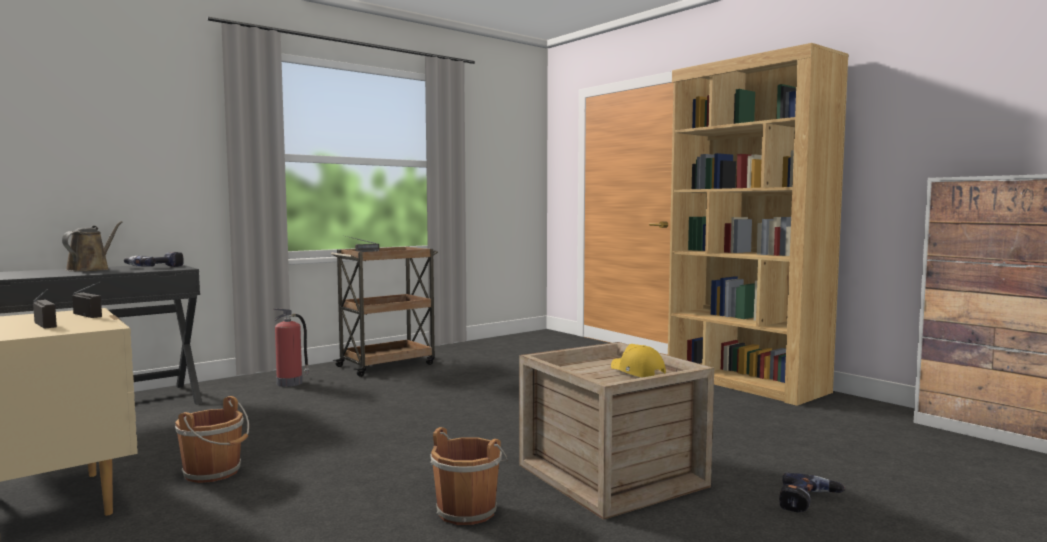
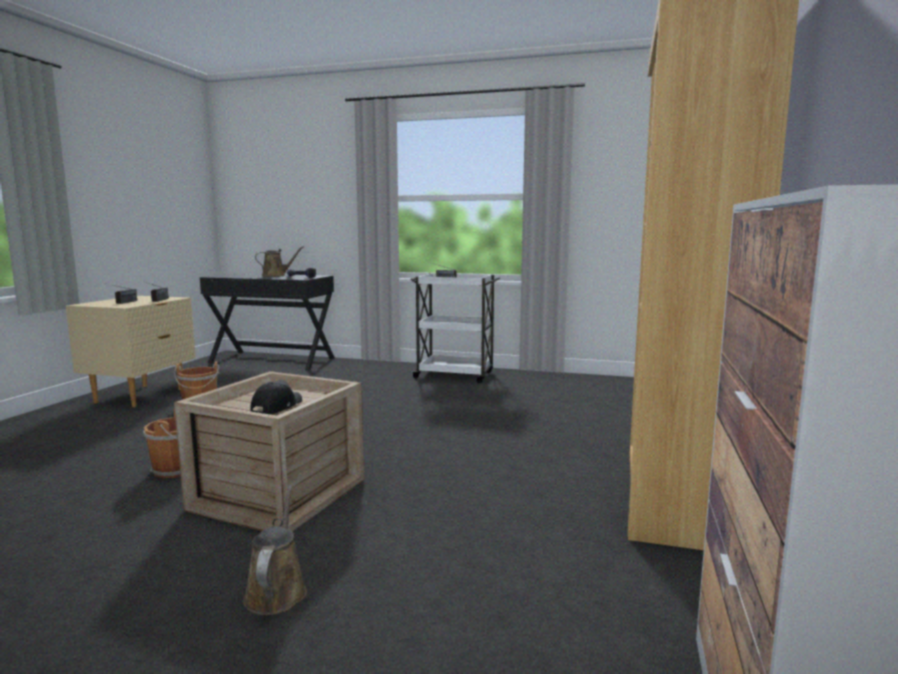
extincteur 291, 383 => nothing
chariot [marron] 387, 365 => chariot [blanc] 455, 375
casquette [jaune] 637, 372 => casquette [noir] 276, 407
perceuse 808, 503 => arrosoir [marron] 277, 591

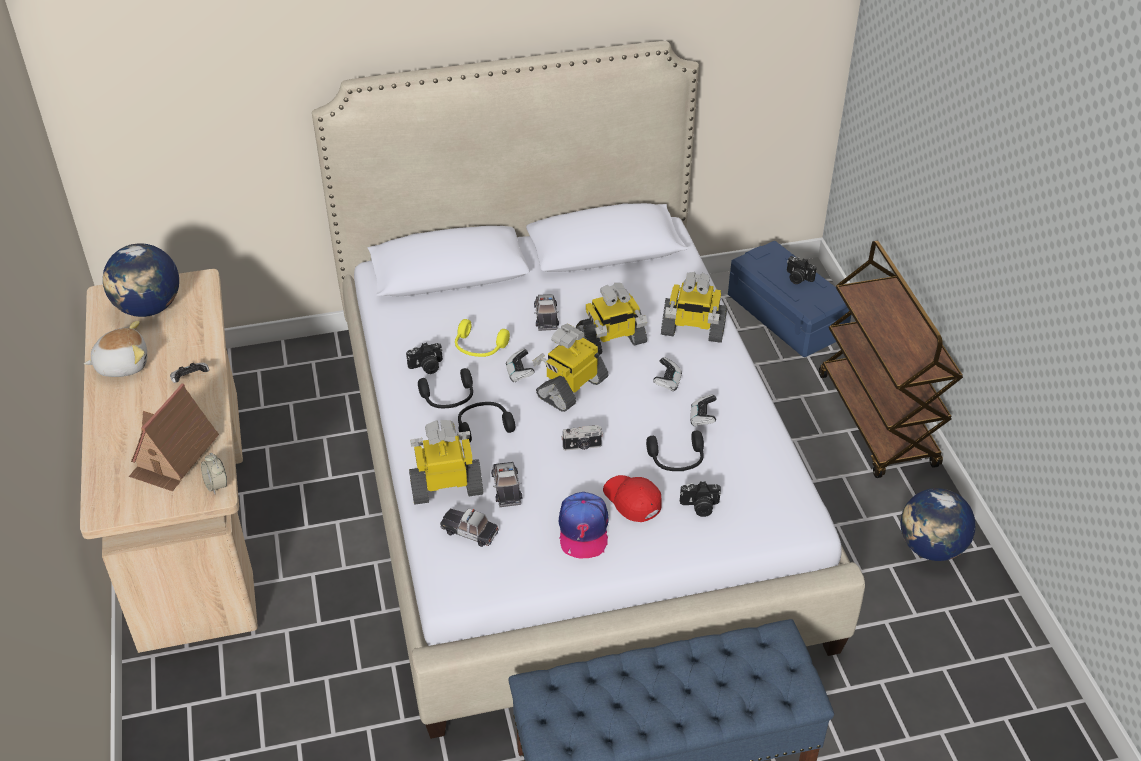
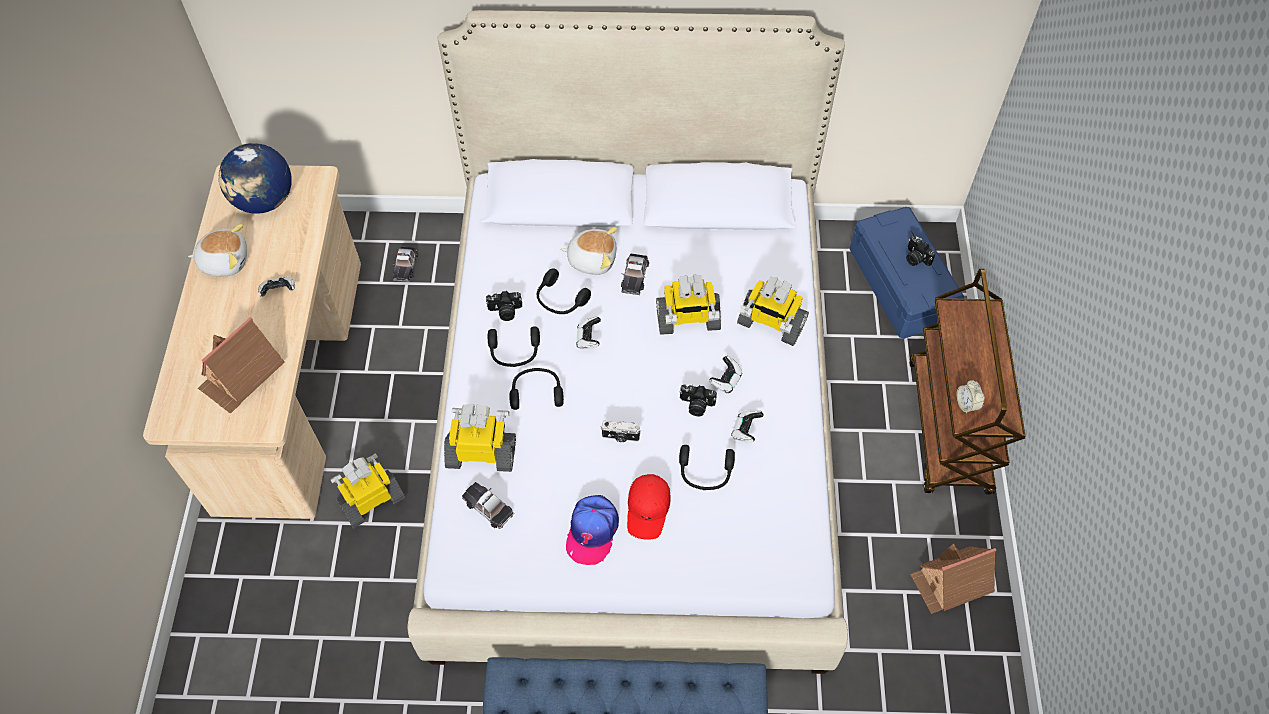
réveil 216, 485 => réveil 966, 404, moved
casque audio [jaune] 479, 348 => casque audio [noir] 560, 300
petite voiture 506, 488 => petite voiture 405, 266, moved
robot jouet 571, 387 => robot jouet 371, 500, moved
casquette [rouge] 632, 500 => casquette [rouge] 648, 509, 150 degrees counterclockwise
appareil photo 700, 507 => appareil photo 696, 405, moved
globe 930, 548 => maison miniature 951, 582
nothing => peluche 592, 259

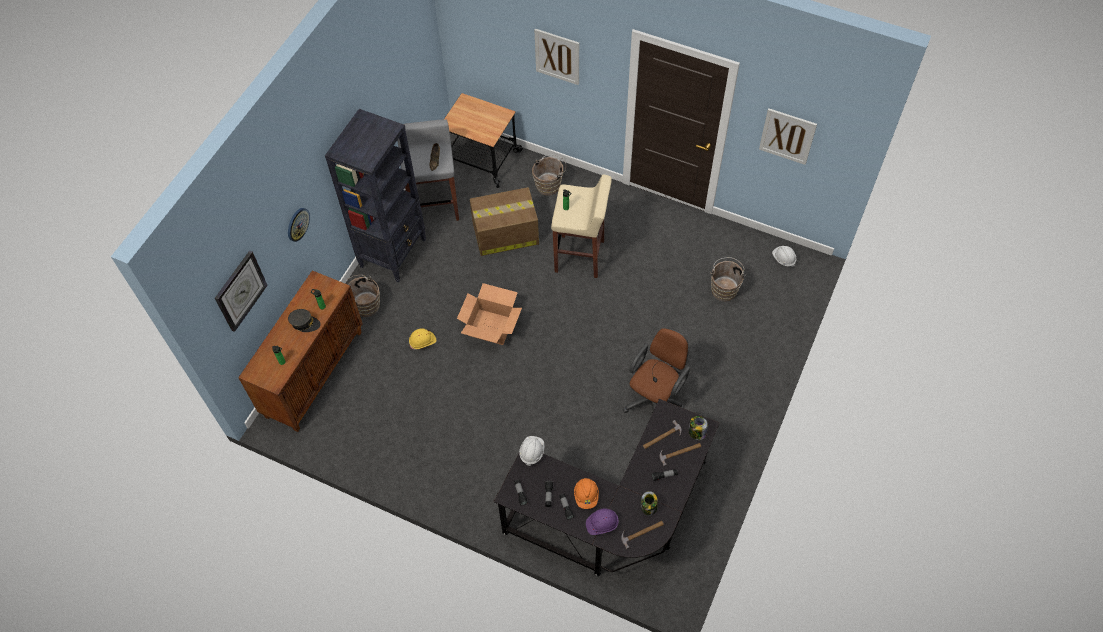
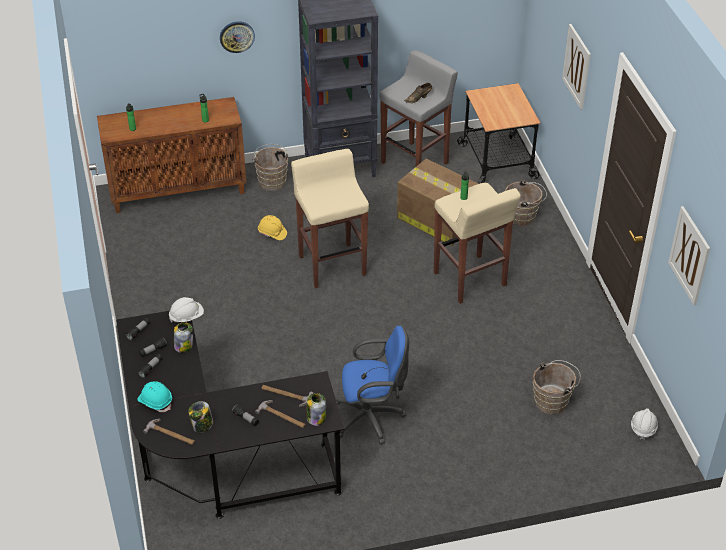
horloge murale 240, 291 => nothing
casquette [gris] 305, 323 => nothing
carton 491, 326 => tabouret [beige] 332, 265
casque de chantier [orange] 586, 496 => nothing
casque de chantier [violet] 602, 524 => casque de chantier [turquoise] 155, 401
chaise de bureau [marron] 655, 399 => chaise de bureau [bleu] 372, 418
nothing => bocal 184, 345

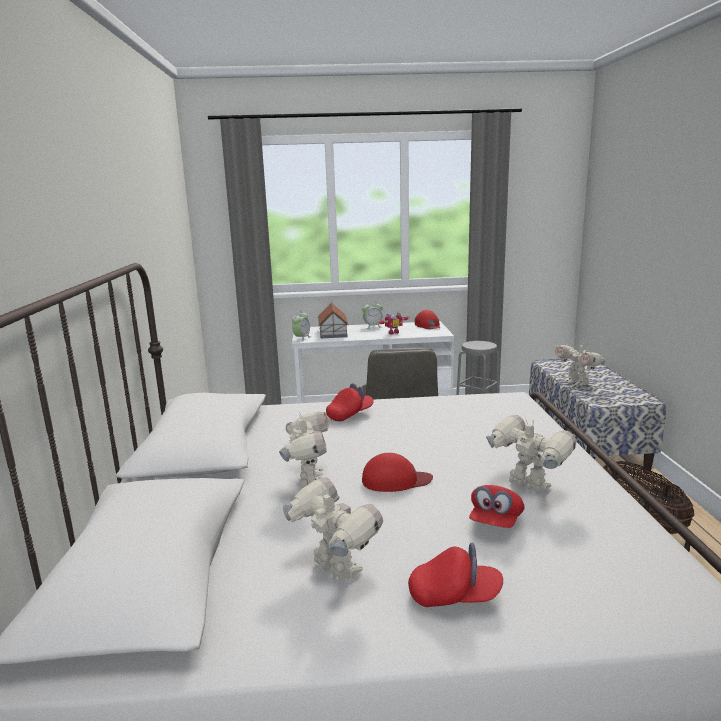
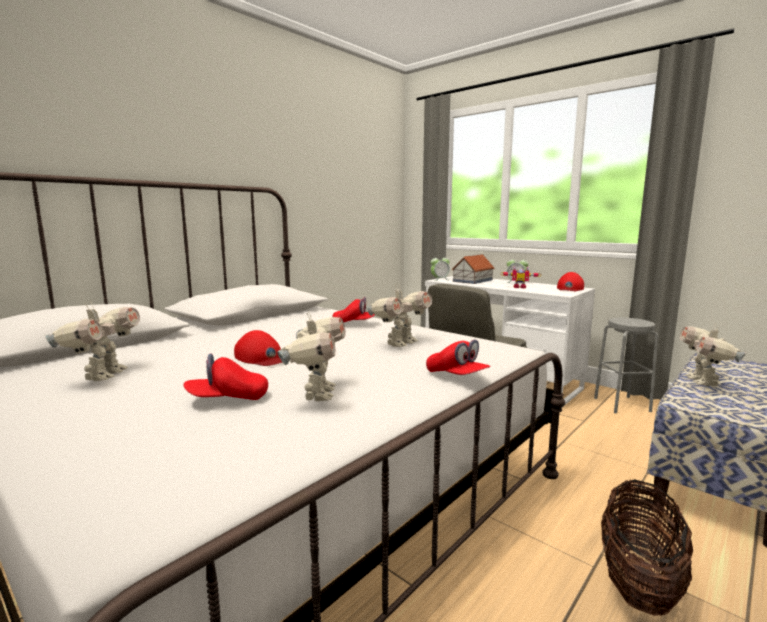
robot jouet 309, 479 => robot jouet 400, 343, moved
casquette [rouge] 454, 596 => casquette [rouge] 456, 376, moved

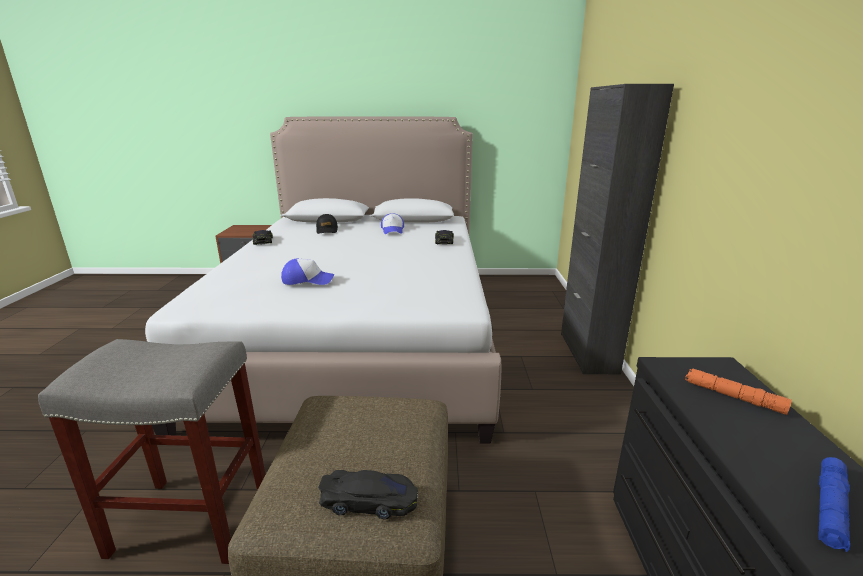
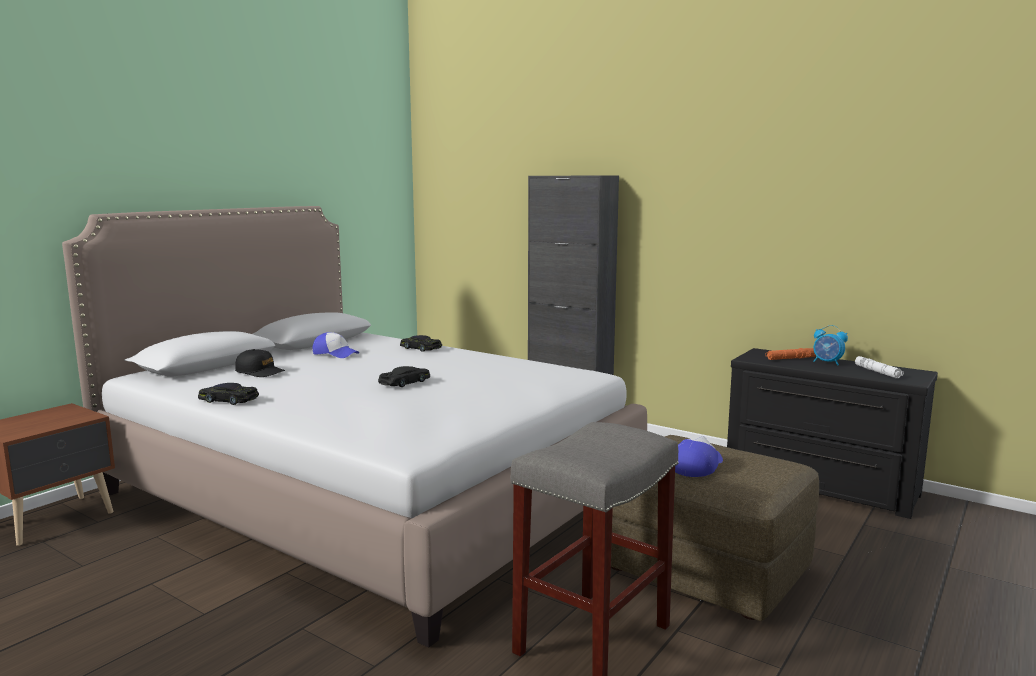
casquette 307, 280 => casquette 697, 465, moved
petite voiture [noir] 369, 500 => petite voiture [noir] 405, 382, moved
lampe de poche [bleu] 830, 509 => lampe de poche [blanc] 877, 372
nothing => réveil 827, 363

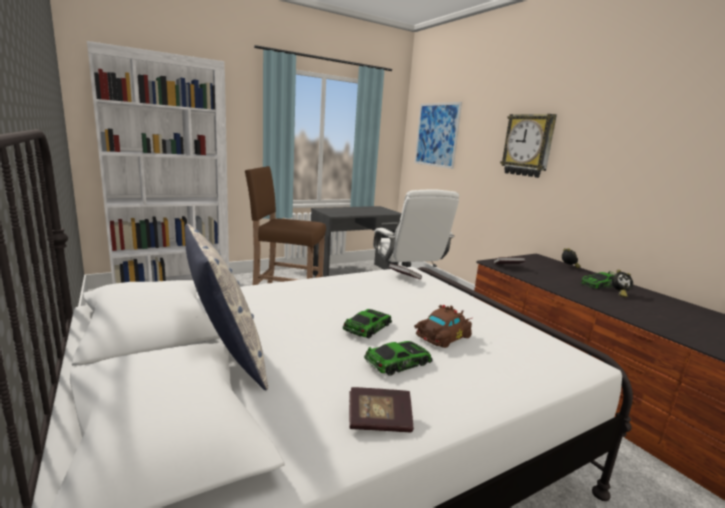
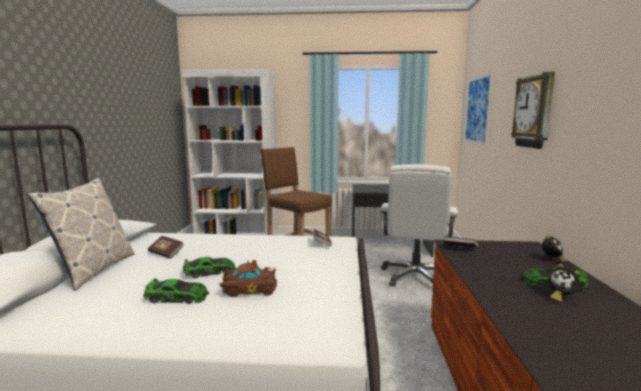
livre 379, 421 => livre 166, 253, moved

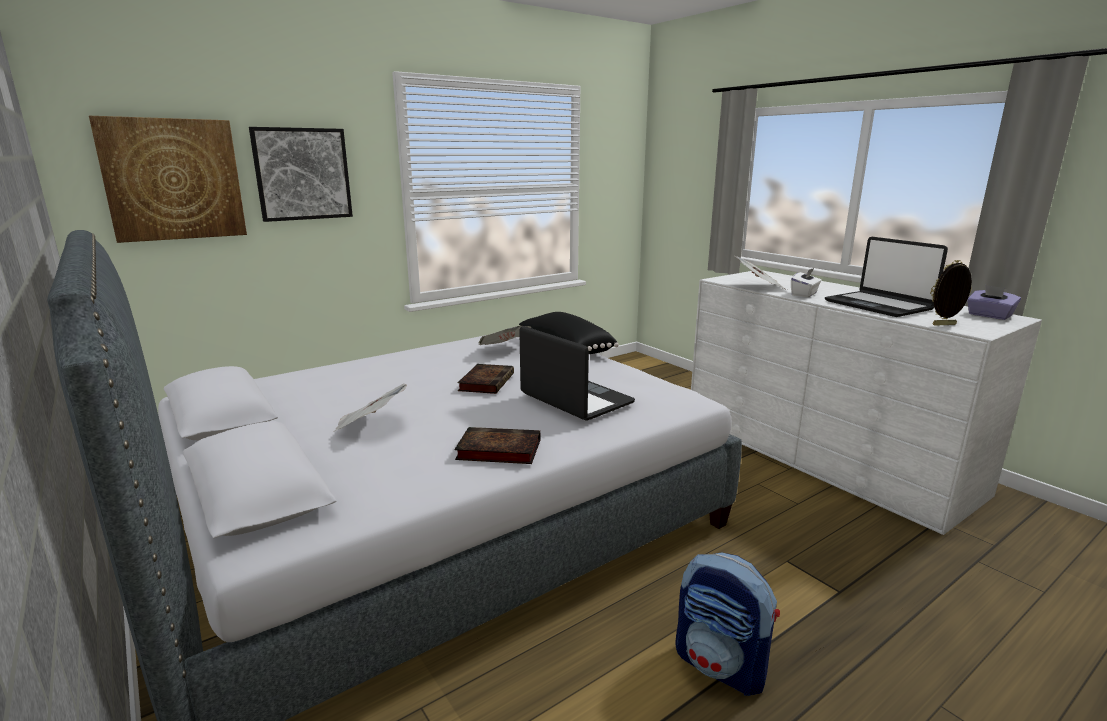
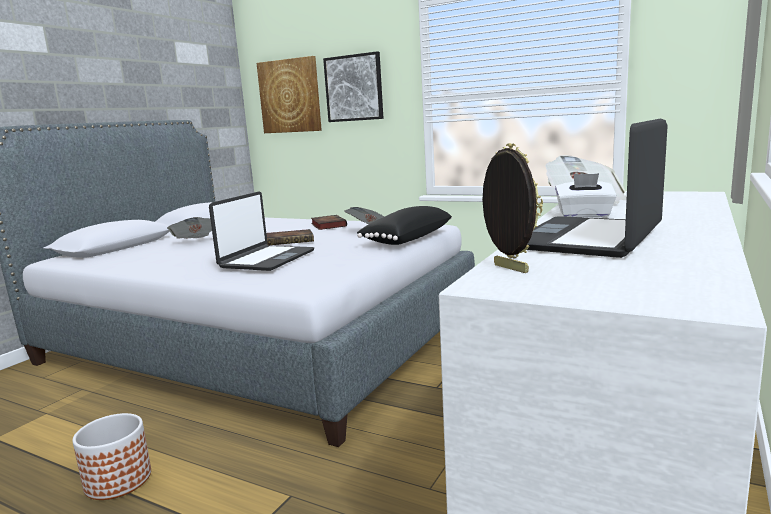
livre 496, 450 => livre 328, 225, moved
sac à dos 721, 665 => cache-pot 118, 481
boîte à mouchoirs [violet] 989, 316 => nothing

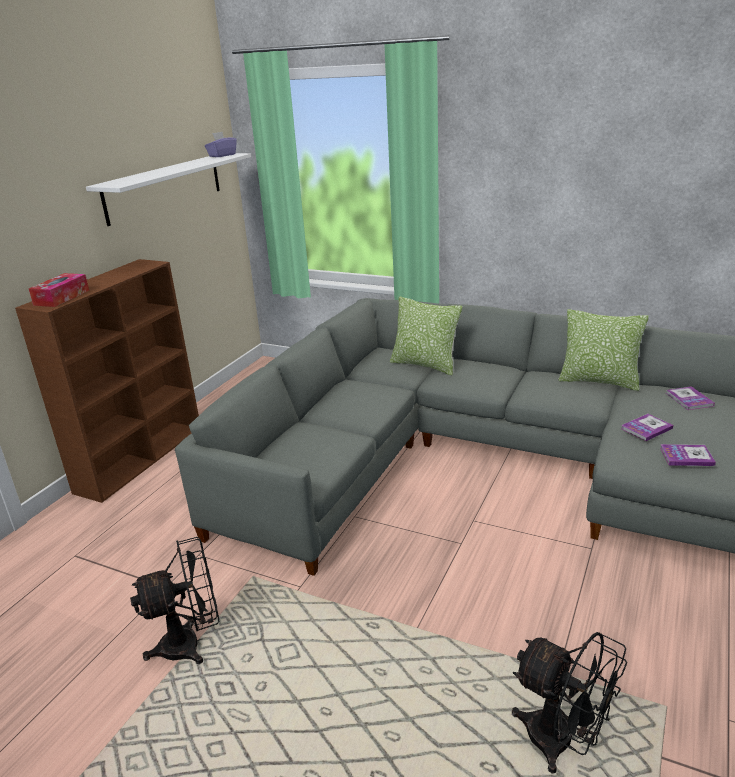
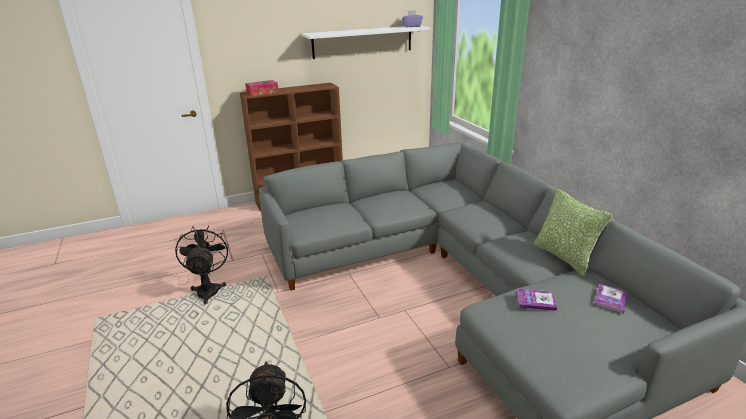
ventilateur [noir] 191, 643 => ventilateur [noir] 208, 289, 120 degrees counterclockwise
coussin 425, 365 => nothing
livre 686, 456 => nothing

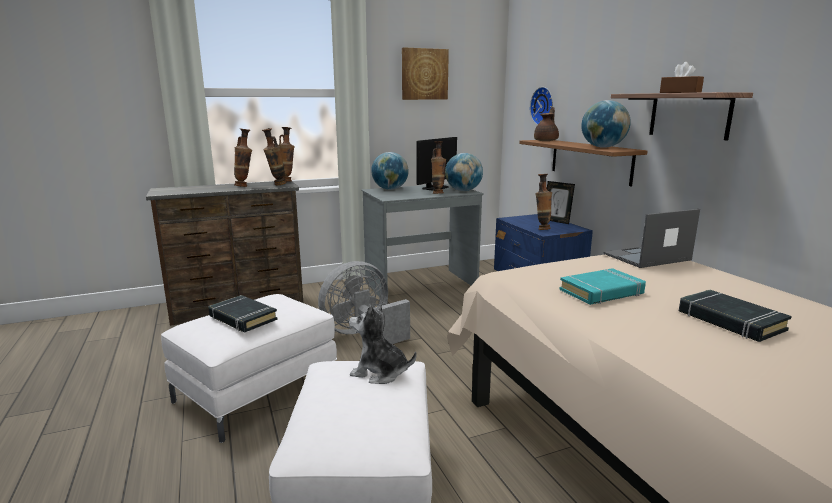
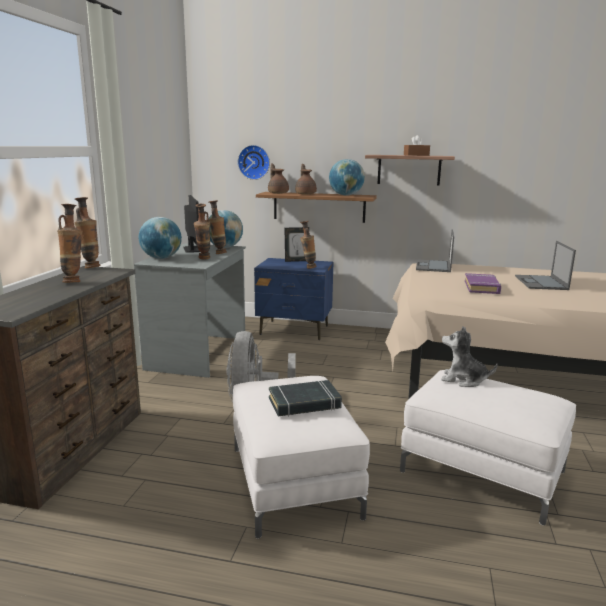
vase 276, 185 => vase 203, 259, moved
peluche 380, 372 => peluche 463, 380, 60 degrees clockwise
tableau 424, 74 => nothing
livre [turquoise] 601, 292 => livre [violet] 482, 287
livre [noir] 730, 321 => ordinateur portable 541, 283
nothing => théière [marron] 305, 194

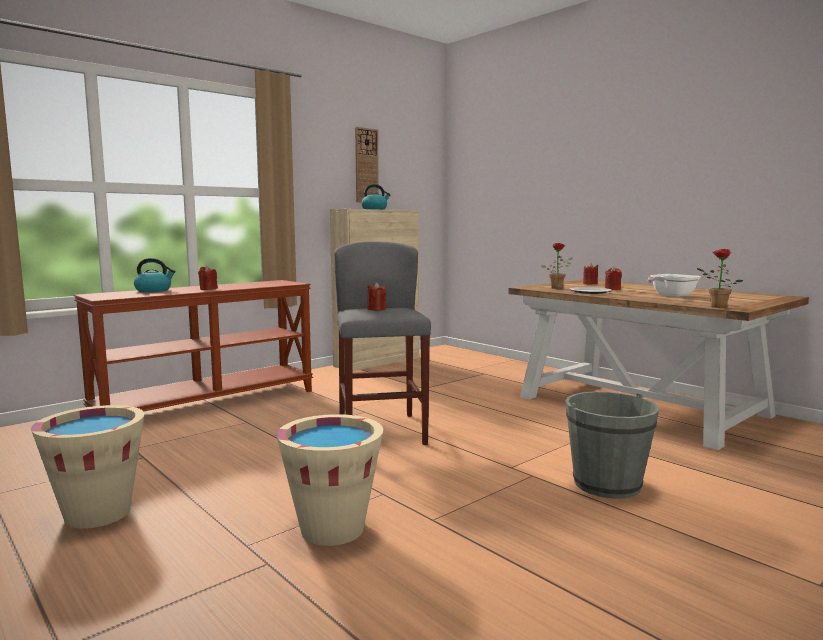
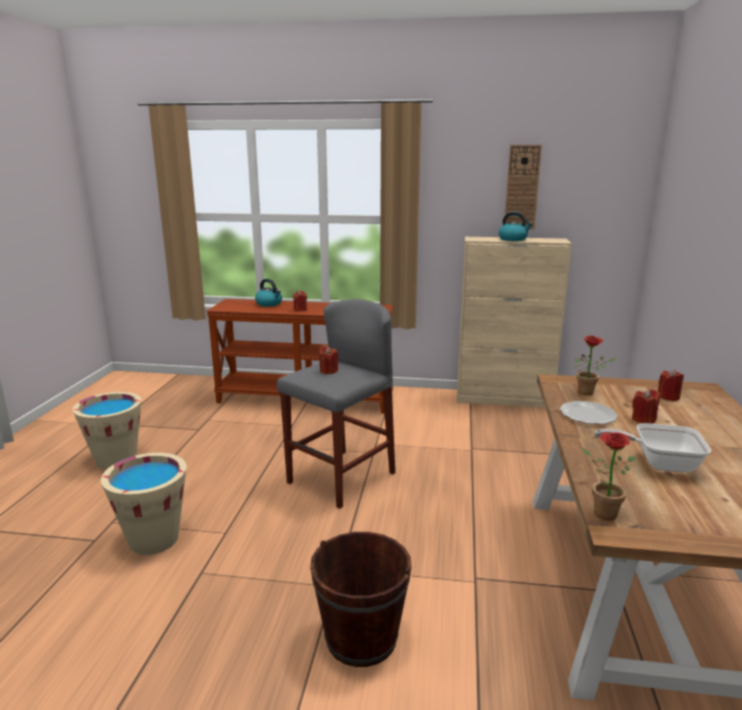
seau [gris] 607, 484 => seau [marron] 361, 638

